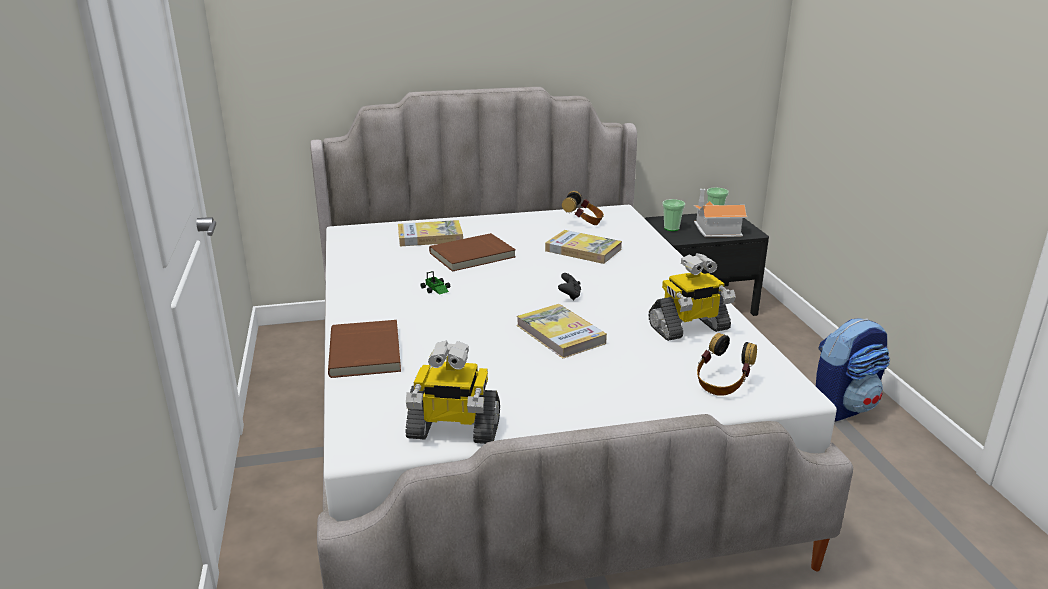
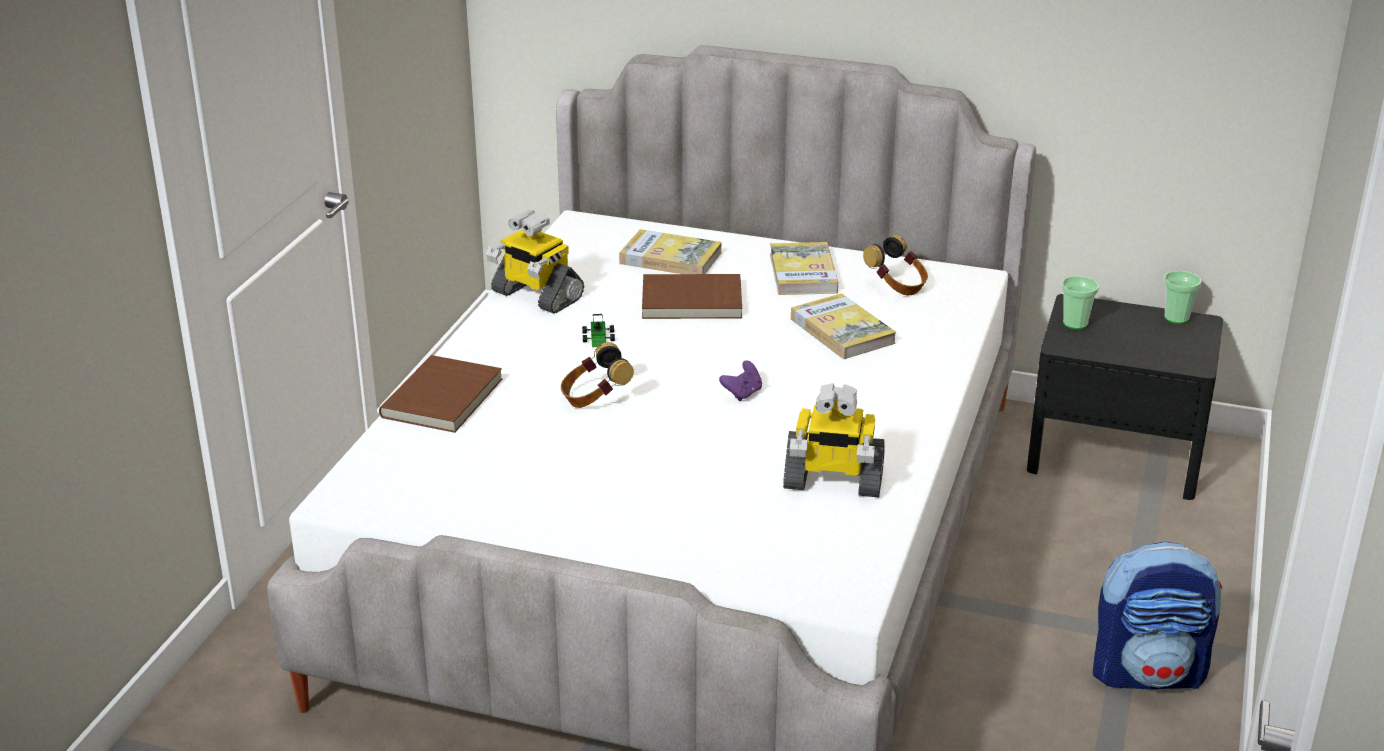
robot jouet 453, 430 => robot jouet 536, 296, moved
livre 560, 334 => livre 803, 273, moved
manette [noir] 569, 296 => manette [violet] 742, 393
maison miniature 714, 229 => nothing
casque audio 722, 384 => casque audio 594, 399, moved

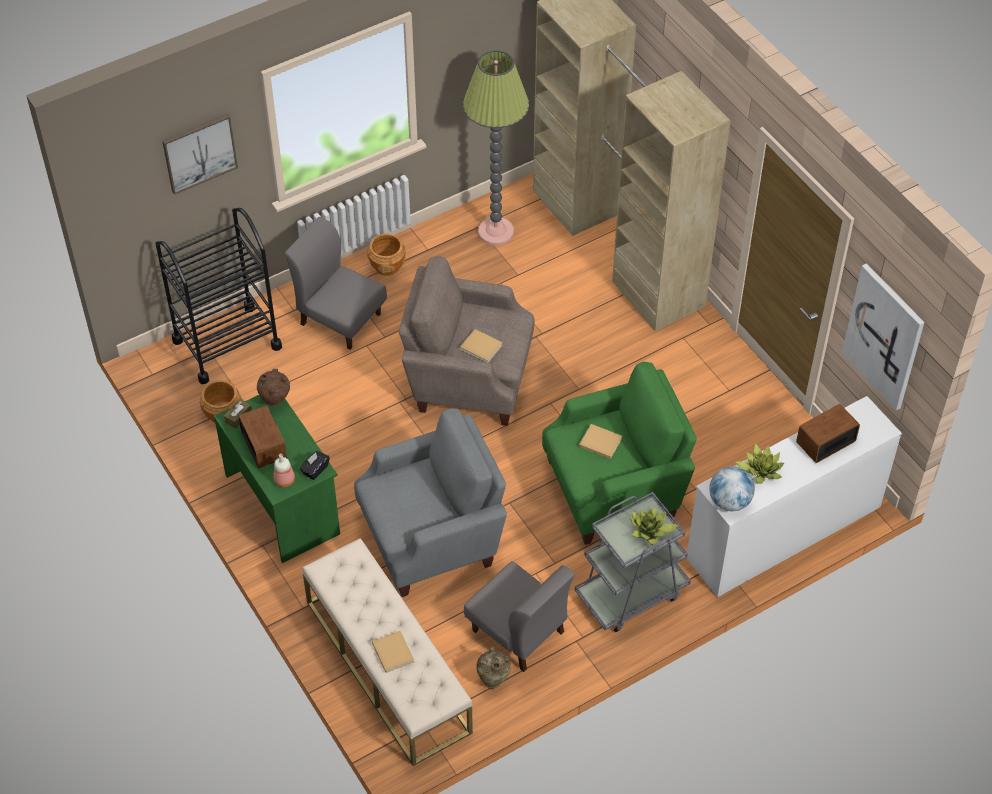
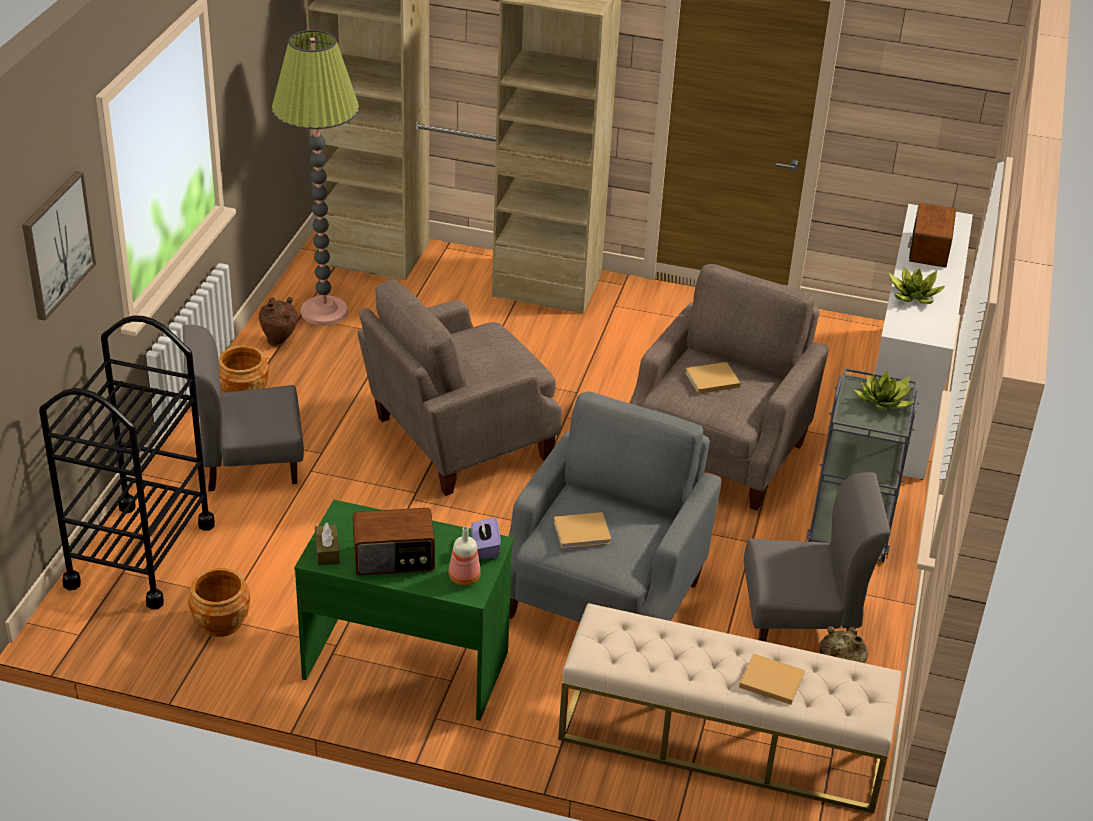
radio 264, 444 => radio 394, 558, 150 degrees clockwise
vase [marron] 275, 402 => vase [marron] 279, 342, moved
boîte à mouchoirs [noir] 315, 470 => boîte à mouchoirs [violet] 485, 548
livre [beige] 482, 347 => livre [beige] 583, 532, moved
fauteuil [vert] 614, 488 => fauteuil [beige] 718, 450
globe 729, 501 => nothing
tableau 884, 336 => nothing

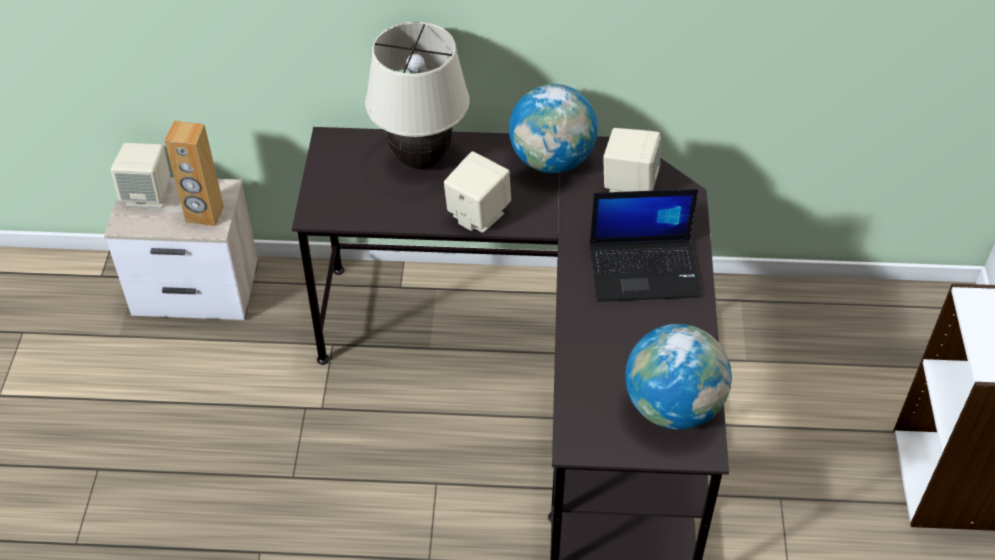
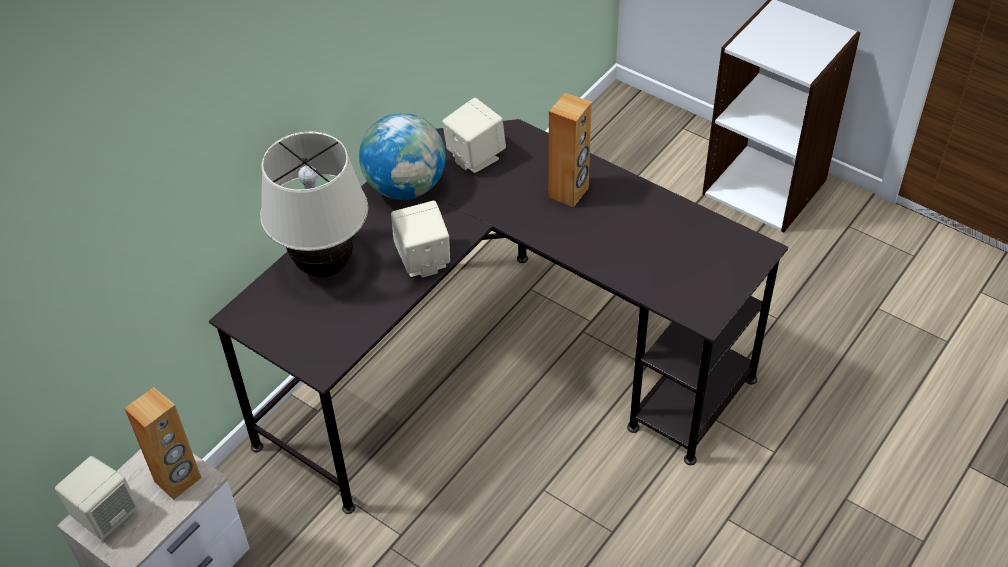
ordinateur portable 645, 269 => enceinte [marron] 569, 192
globe 673, 407 => nothing

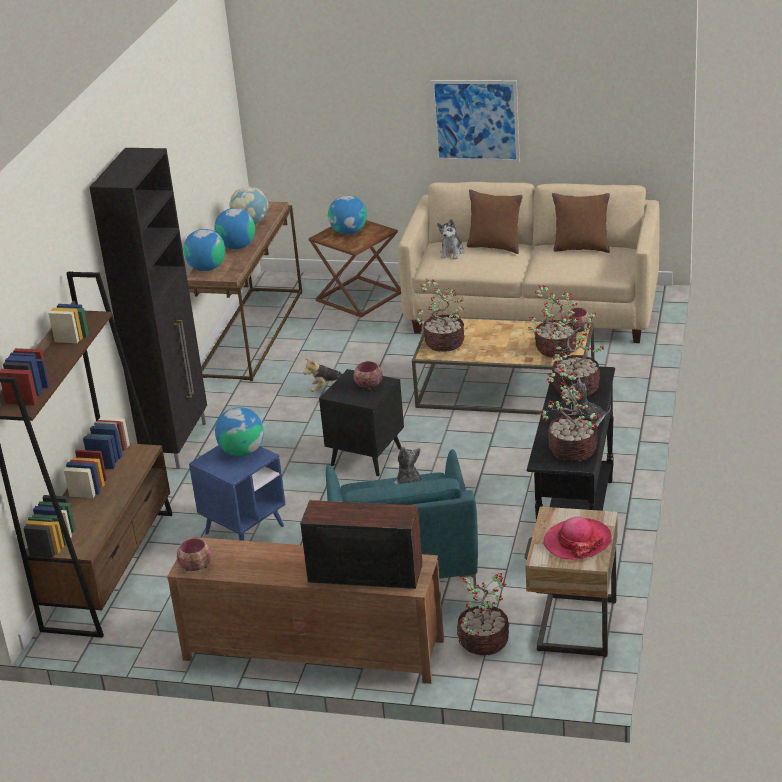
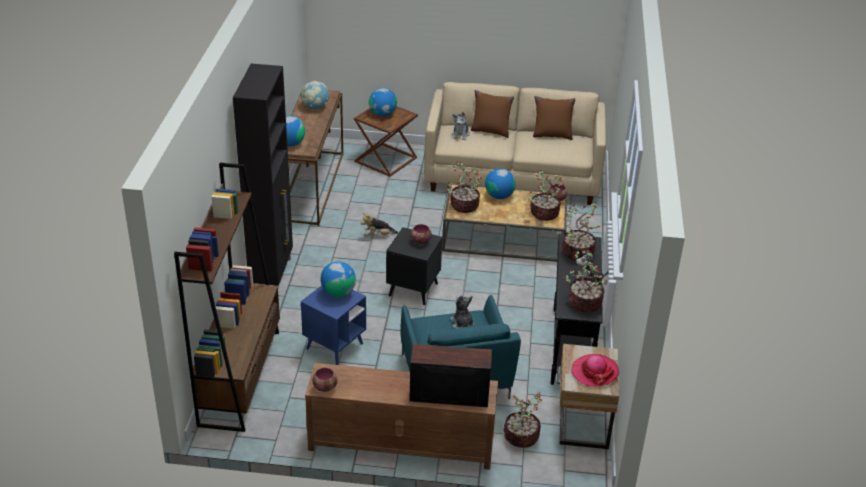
globe 237, 246 => globe 499, 196, moved
tableau 475, 121 => nothing

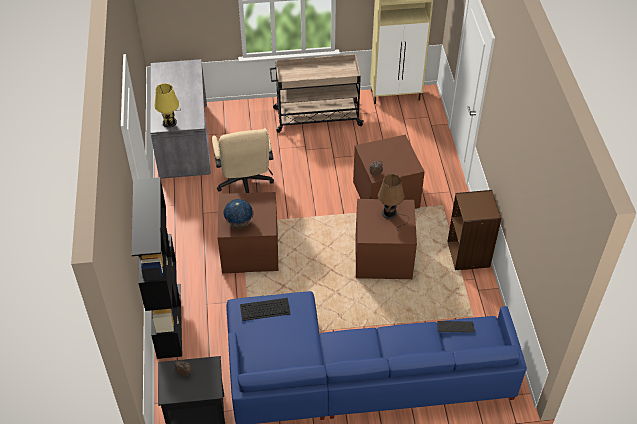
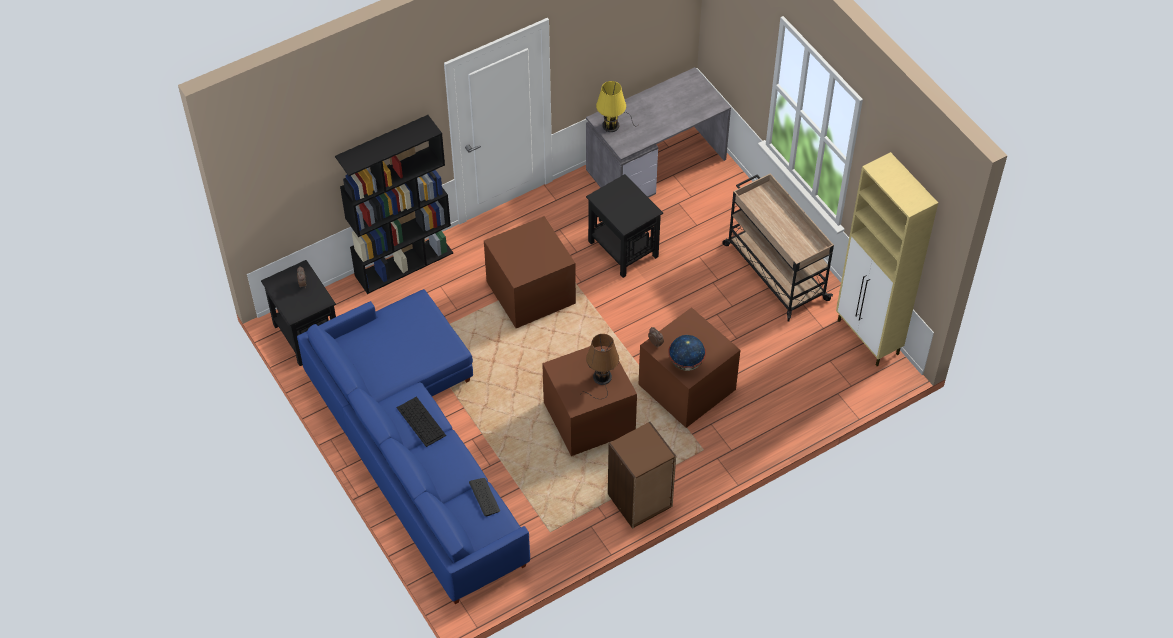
chaise de bureau [beige] 245, 184 => table d'appoint [noir] 622, 248
globe 239, 223 => globe 686, 363, moved
clavier 264, 309 => clavier 420, 421, moved

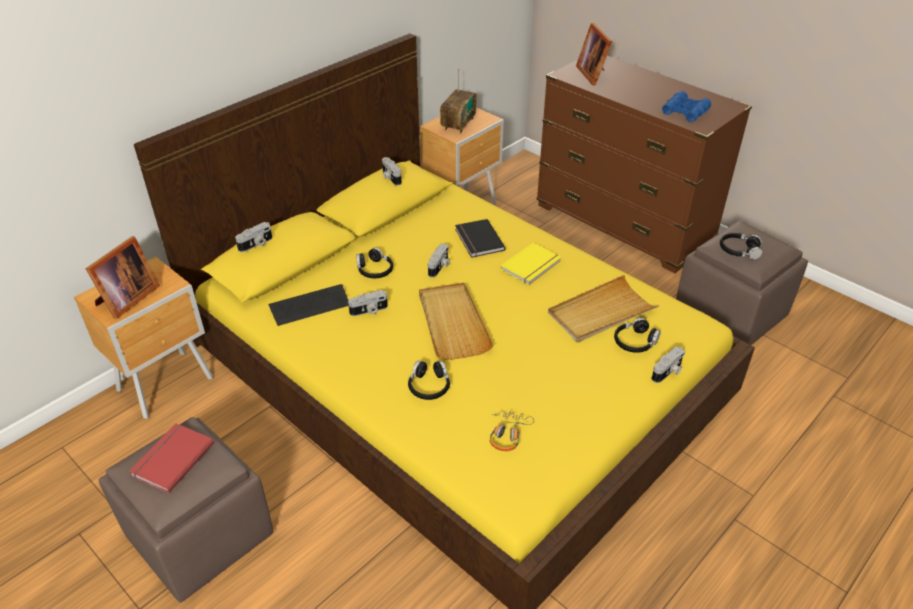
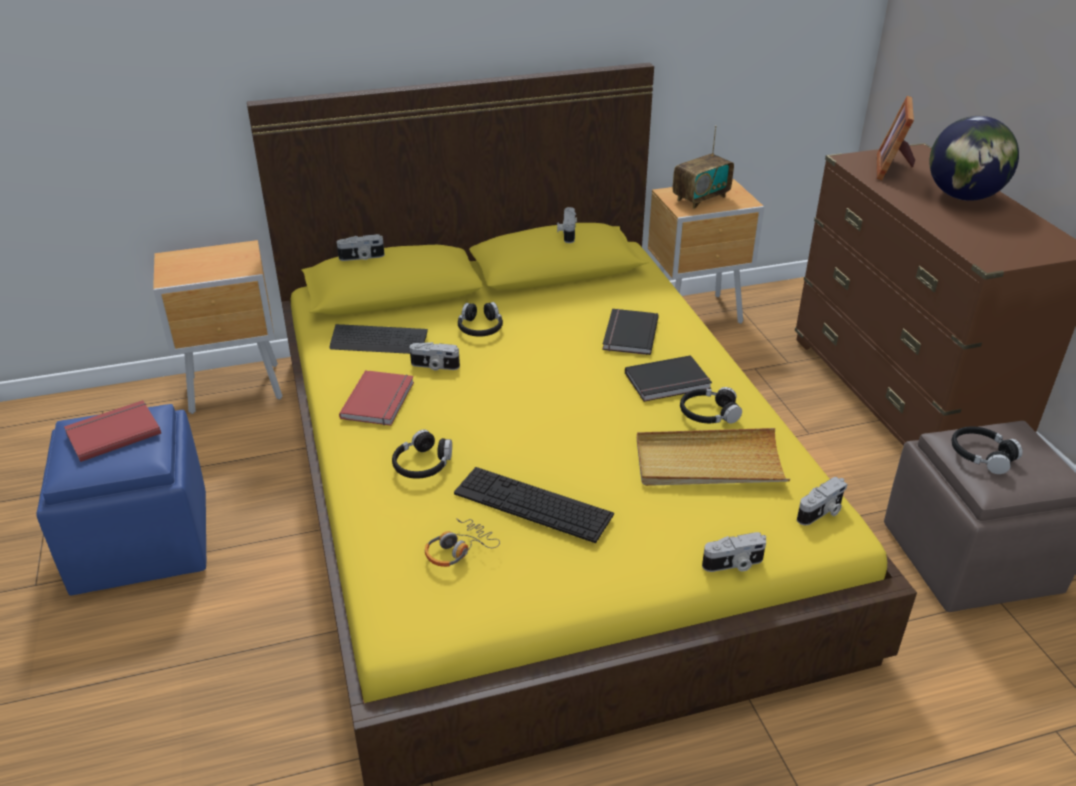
cadre photo 126, 299 => nothing
pouf [marron] 201, 535 => pouf [bleu] 143, 543
plateau [beige] 452, 323 => nothing
appareil photo 439, 267 => appareil photo 821, 512, moved
livre [jaune] 532, 266 => livre [noir] 668, 382
casque audio [noir] 635, 342 => casque audio [noir] 708, 413, moved
jumelles [bleu] 685, 112 => nothing
nothing => livre [rouge] 380, 400
nothing => clavier 533, 504
nothing => globe 963, 197

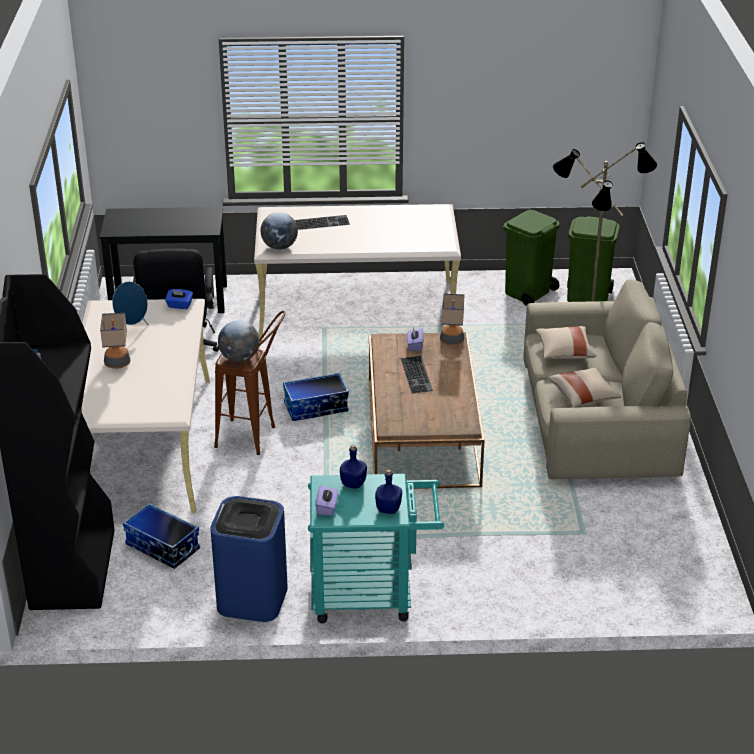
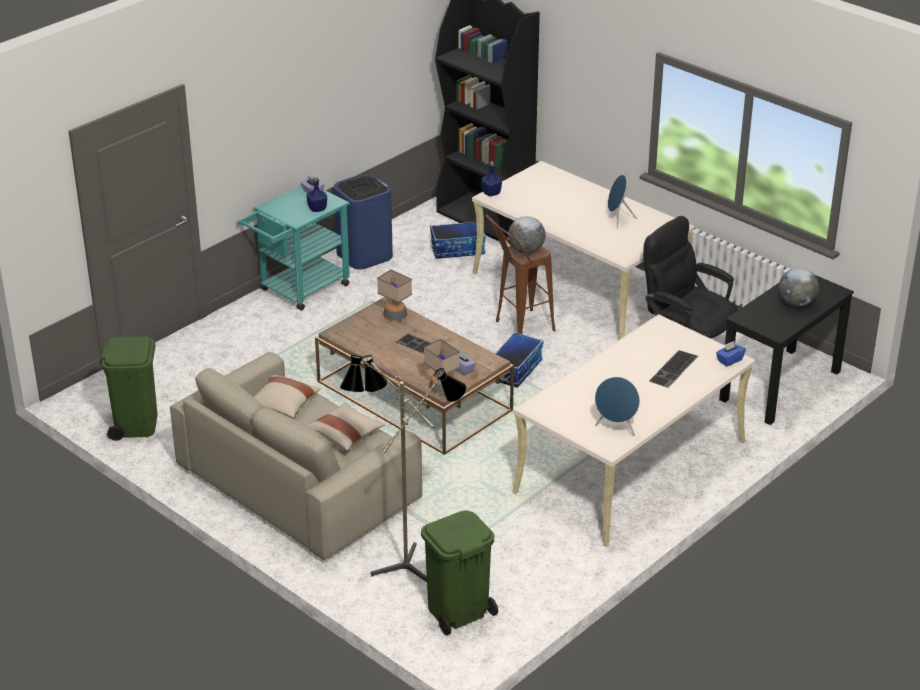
lampe de table 117, 363 => lampe de table 395, 316, moved
boîte à mouchoirs [bleu] 179, 306 => boîte à mouchoirs [bleu] 729, 360, moved
globe 279, 247 => globe 796, 303, moved
bouteille [bleu] 388, 508 => bouteille [bleu] 491, 193, moved
poubelle [vert] 527, 292 => poubelle [vert] 136, 424, moved
nothing => enceinte [bleu] 616, 428

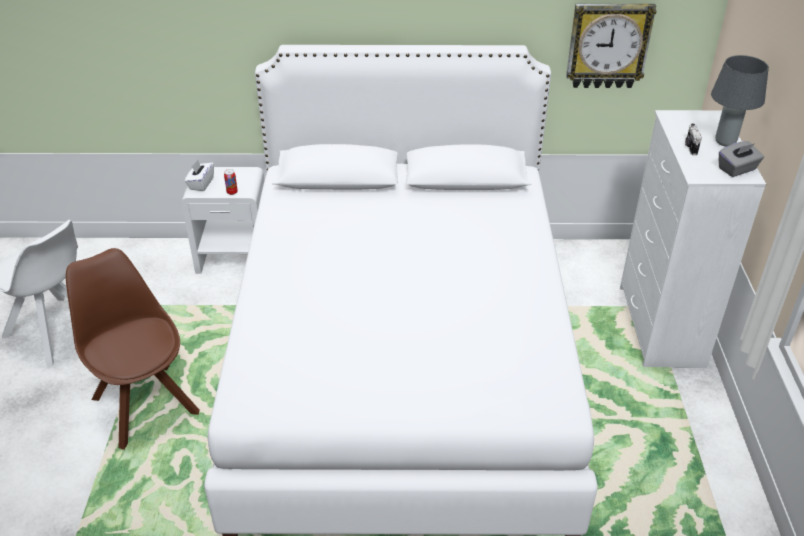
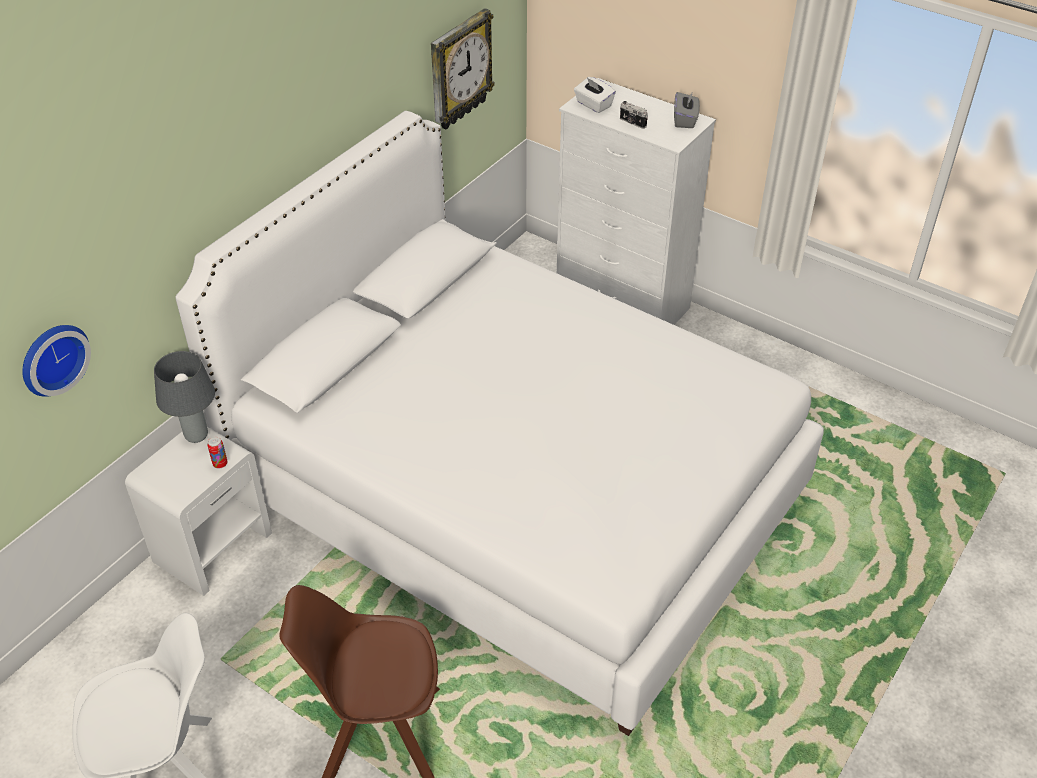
boîte à mouchoirs [blanc] 201, 184 => boîte à mouchoirs [blanc] 593, 105, moved
lampe de table [gris] 725, 142 => lampe de table [gris] 197, 435, moved
nothing => horloge murale 51, 357

